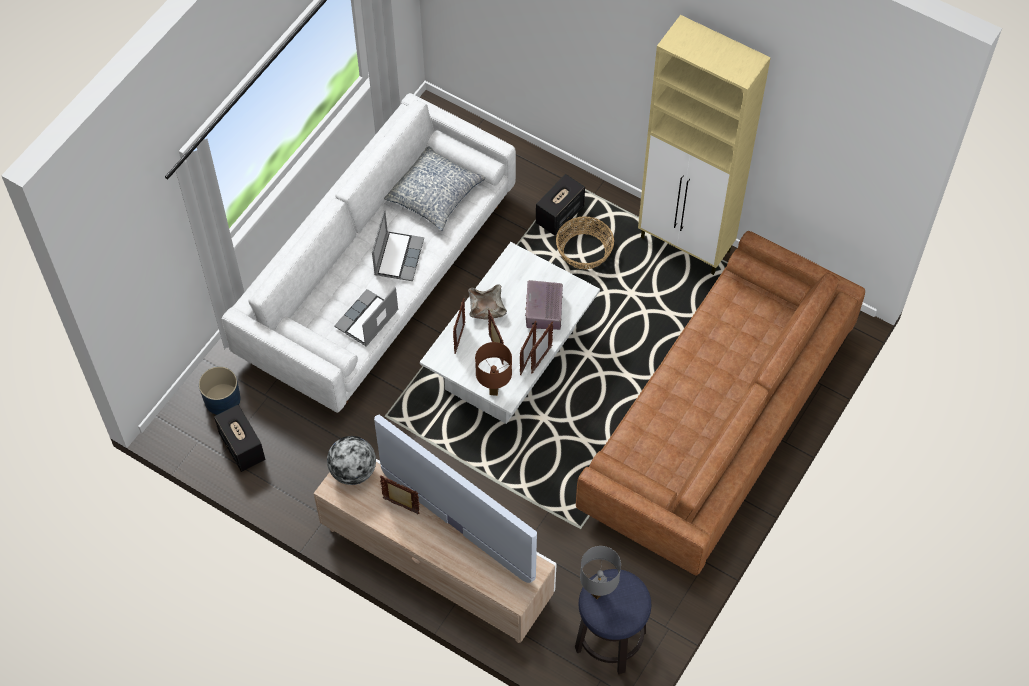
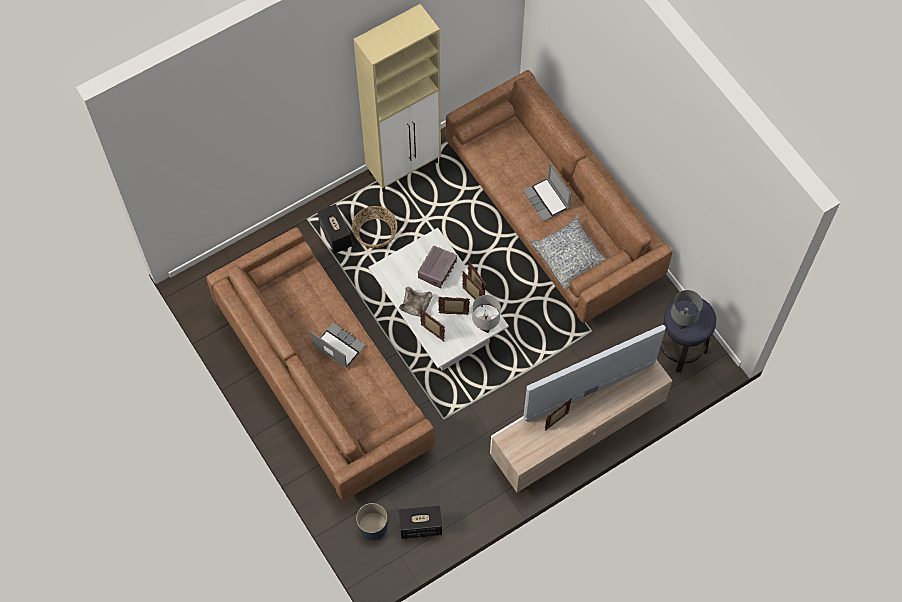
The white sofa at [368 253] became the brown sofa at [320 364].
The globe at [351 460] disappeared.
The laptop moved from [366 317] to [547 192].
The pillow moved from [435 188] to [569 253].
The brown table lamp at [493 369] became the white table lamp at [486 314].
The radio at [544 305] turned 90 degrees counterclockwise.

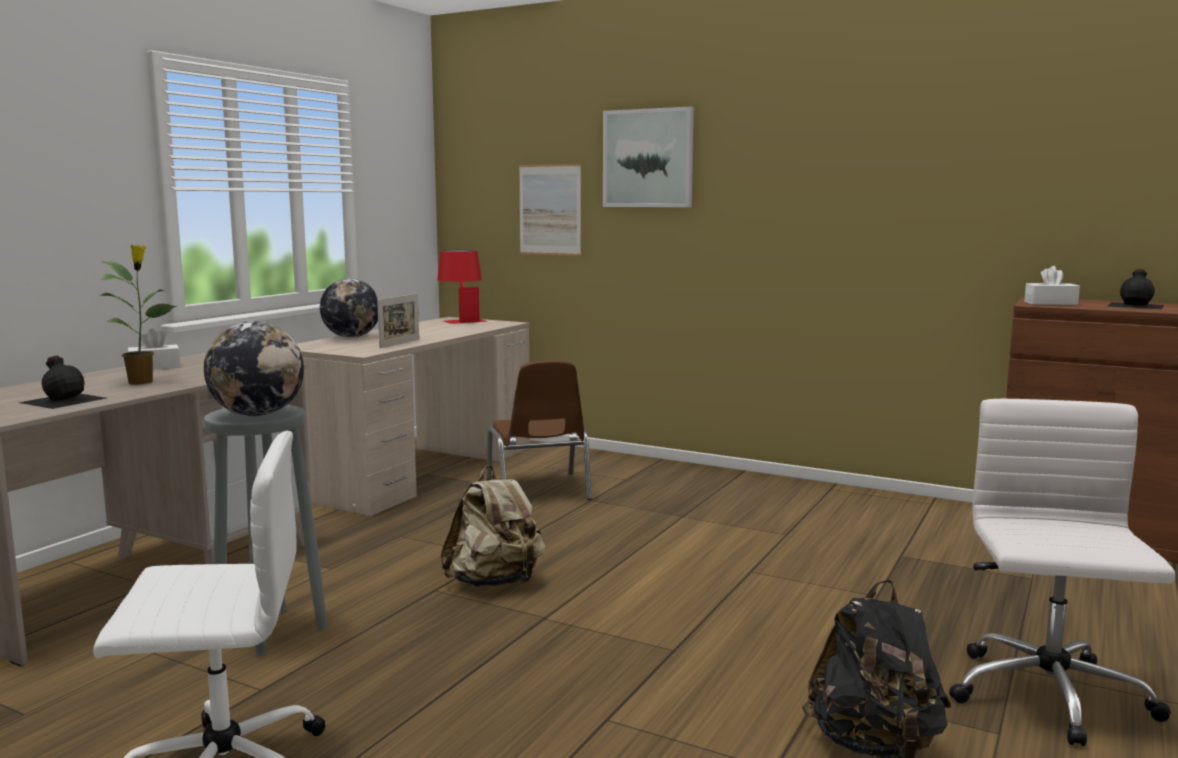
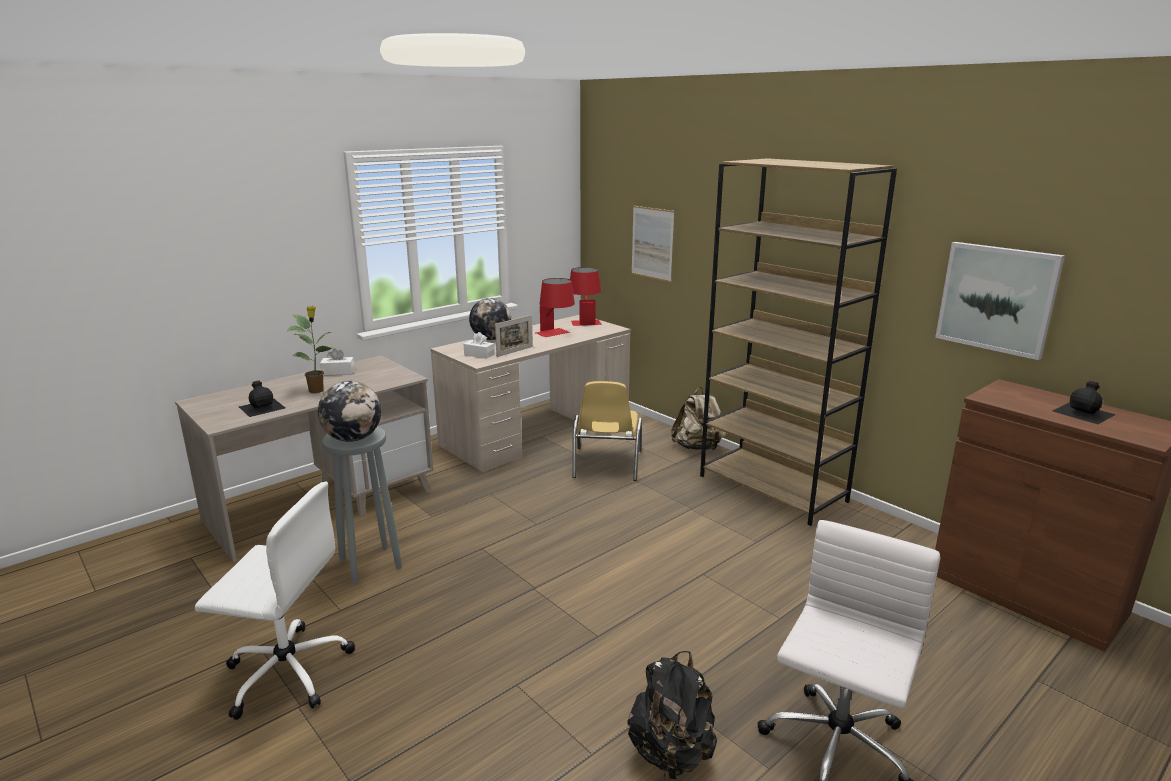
The beige backpack moved from [493 526] to [698 418].
The brown chair at [539 430] became the yellow chair at [607 431].
The picture moved from [648 157] to [1000 301].
The white tissue box moved from [1052 285] to [479 345].
The red table lamp at [555 307] appeared.
The brown bookcase at [798 342] appeared.

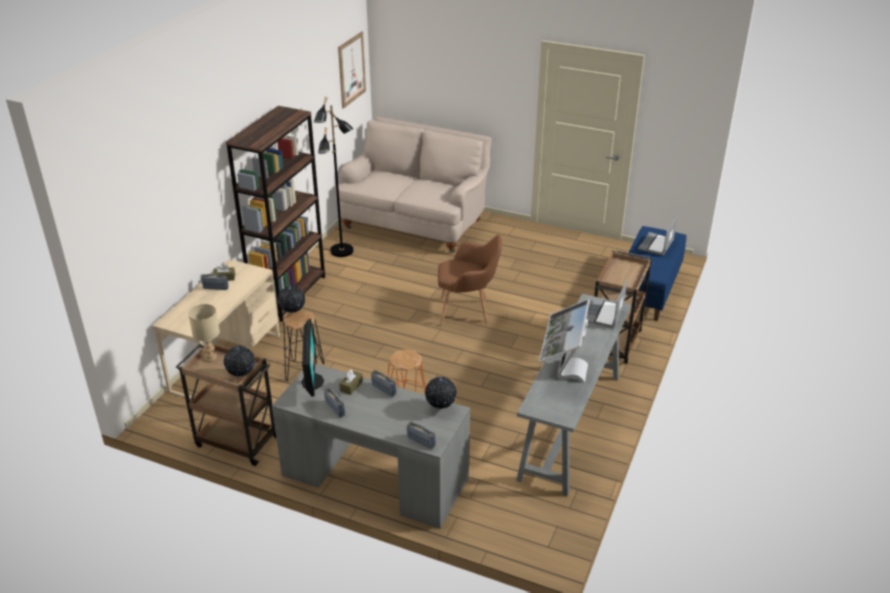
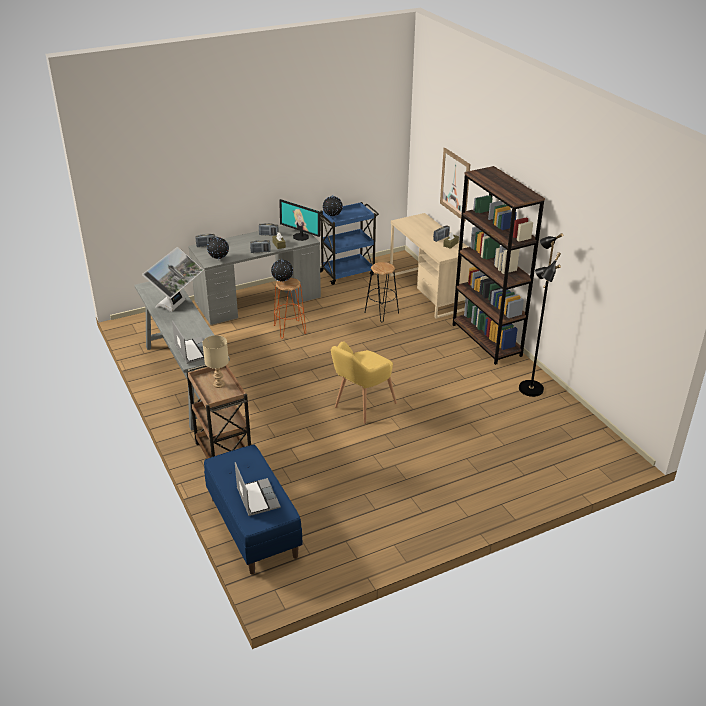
The brown cart at [226 405] became the blue cart at [349 243].
The beige table lamp moved from [204 333] to [215 361].
The globe moved from [291 299] to [282 269].
The beige sofa at [413 185] disappeared.
The picture moved from [352 70] to [455 185].
The brown armchair at [470 280] became the yellow armchair at [364 382].
The monitor at [564 341] turned 60 degrees clockwise.

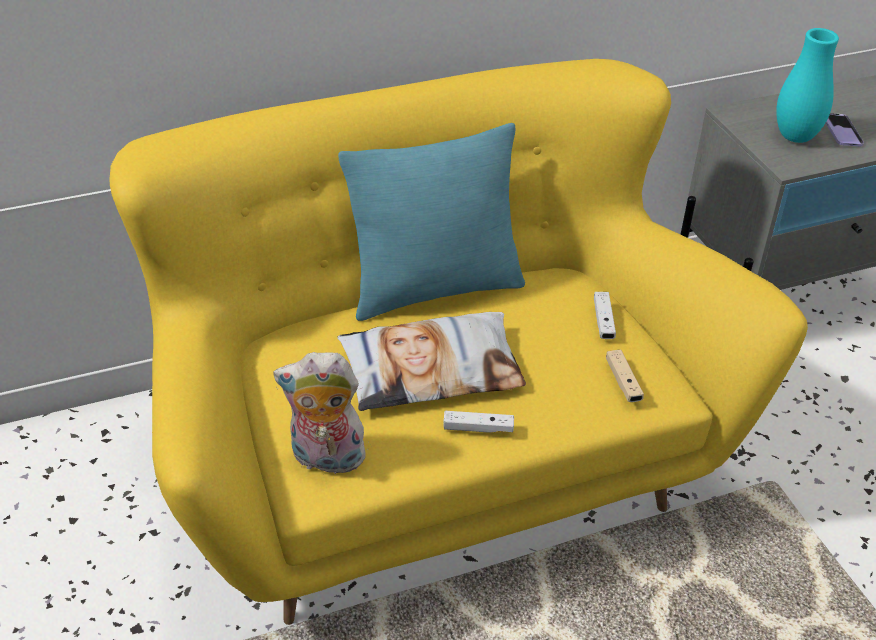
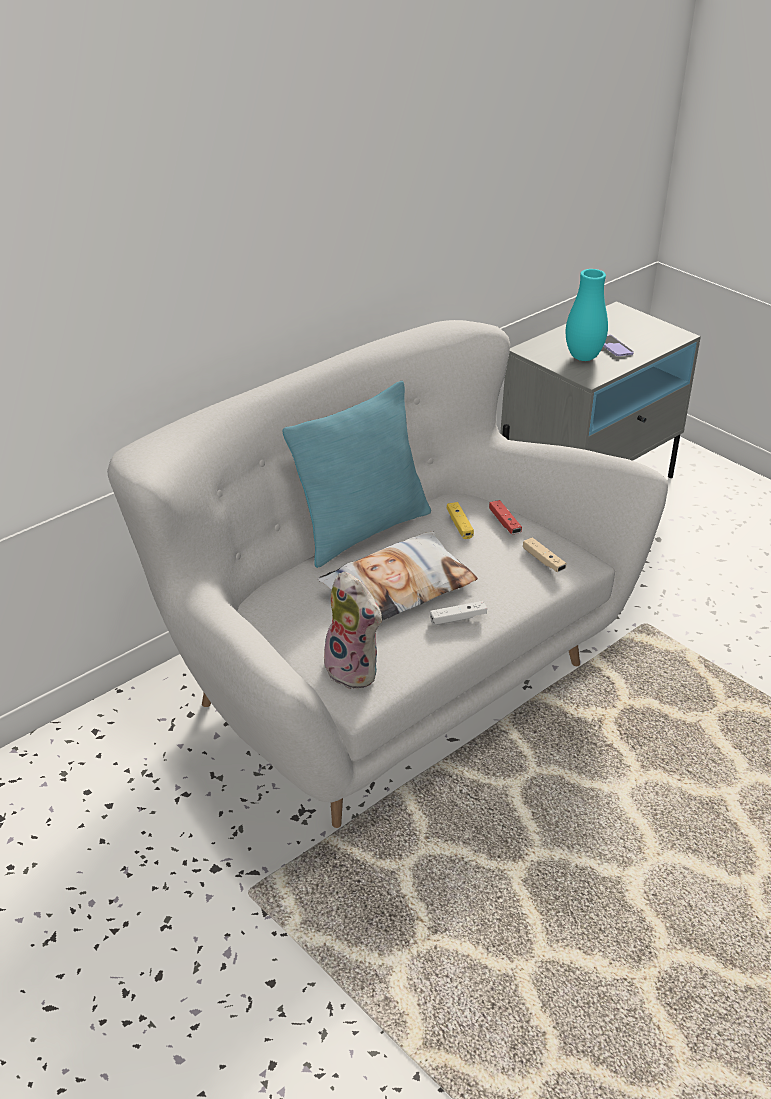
The yellow sofa at [458 342] became the white sofa at [387 574].
The plush toy at [320 415] turned 120 degrees counterclockwise.
The white game controller at [605 315] became the red game controller at [505 517].
The yellow game controller at [460 520] appeared.

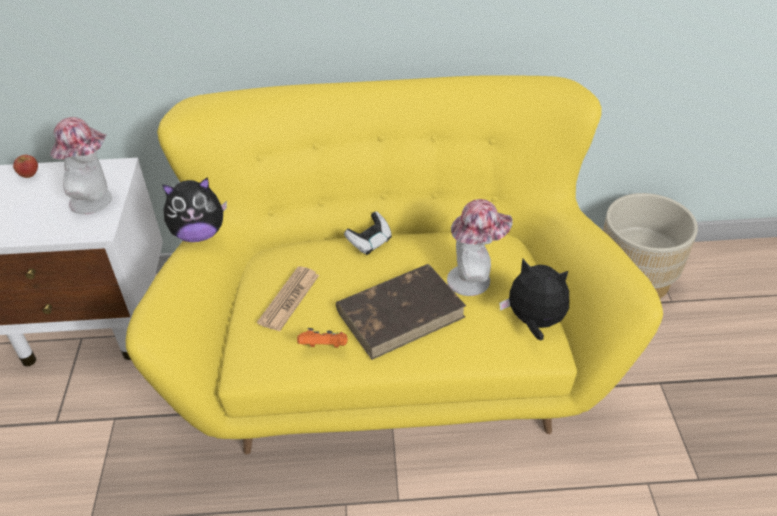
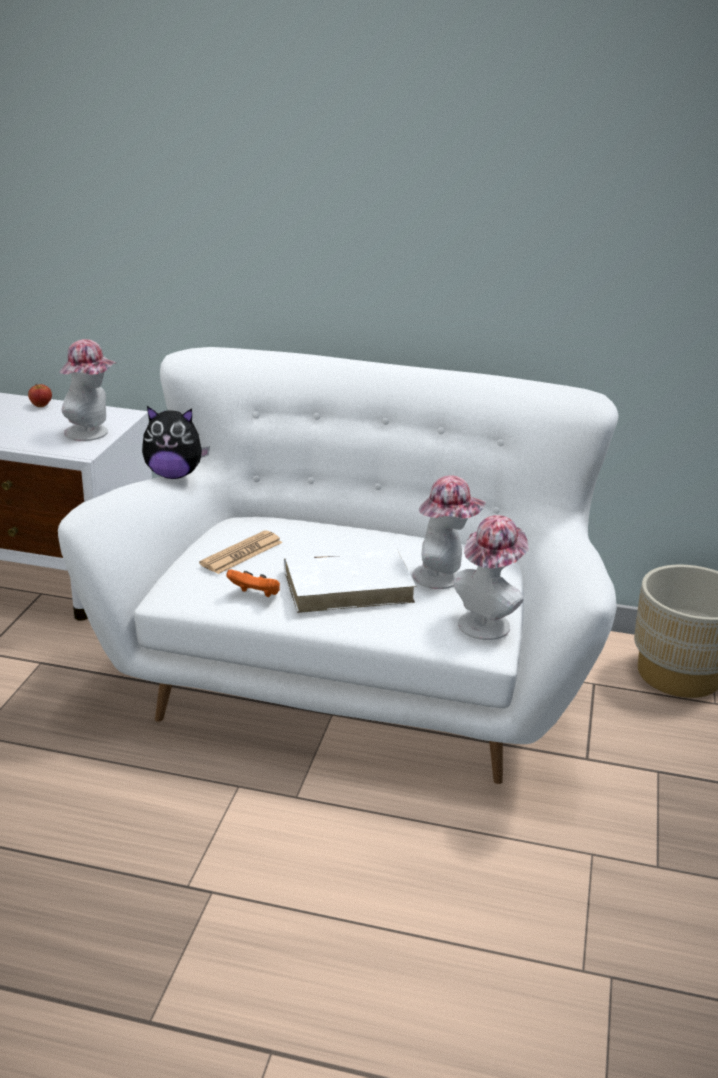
The yellow sofa at [394 264] became the white sofa at [338 565].
The brown book at [401 312] became the white book at [350 581].
The game controller at [368 233] disappeared.
The plush toy at [534 299] was replaced by the hat at [491 577].

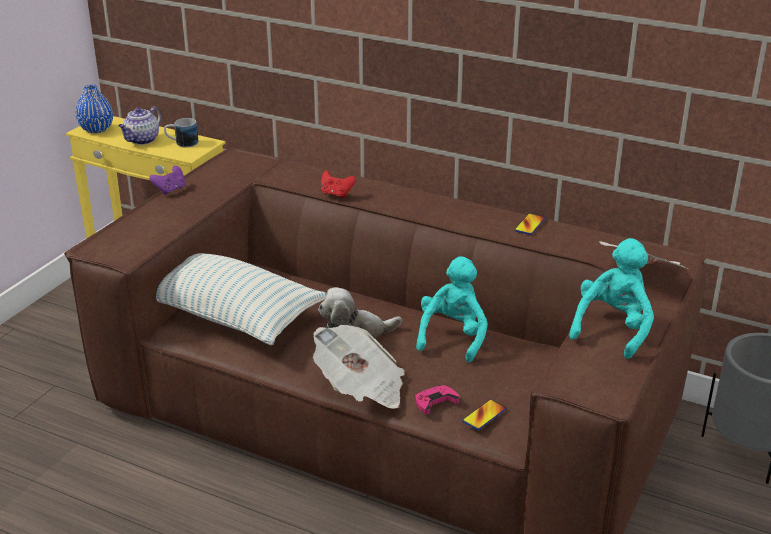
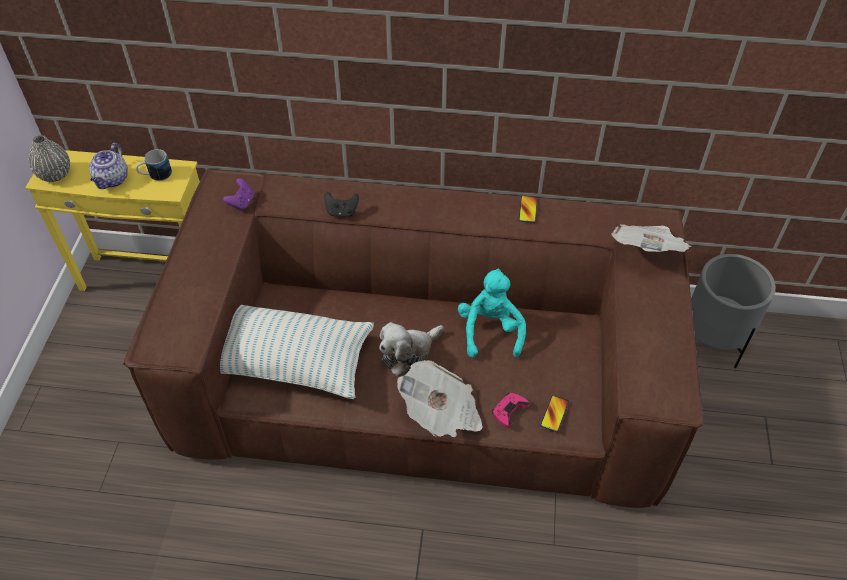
The blue vase at [94 109] became the grey vase at [49 158].
The purple game controller moved from [167 180] to [238 194].
The red game controller at [338 184] became the black game controller at [341 204].
The turquoise plush toy at [611 298] disappeared.

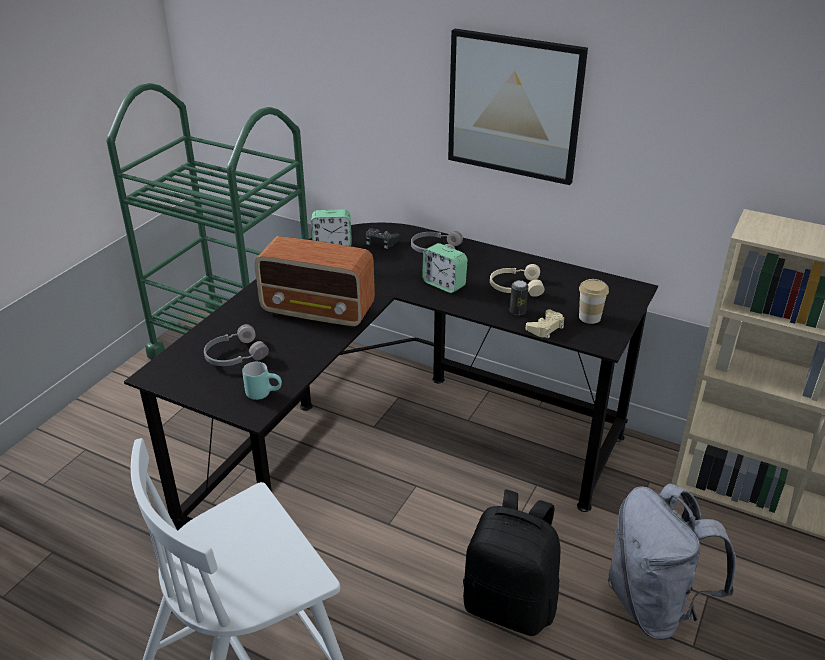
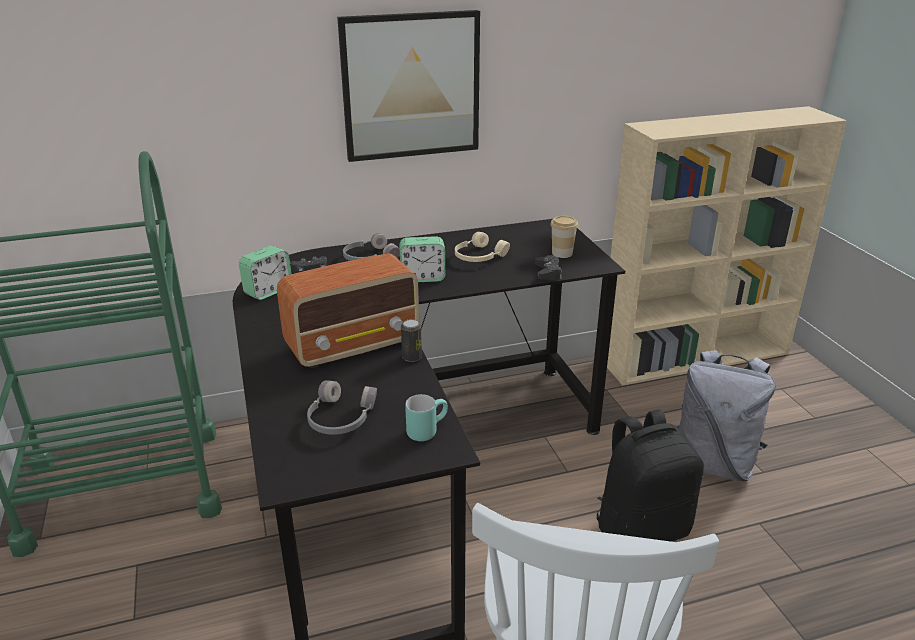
The can moved from [519 297] to [411 340].
The beige game controller at [545 324] became the black game controller at [548 267].

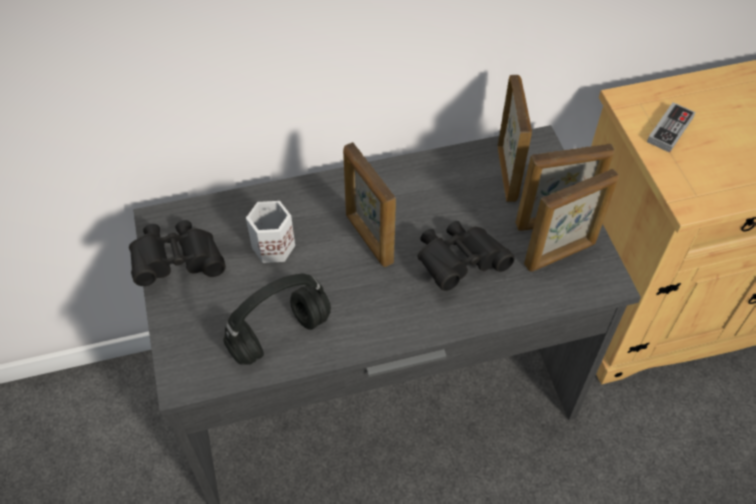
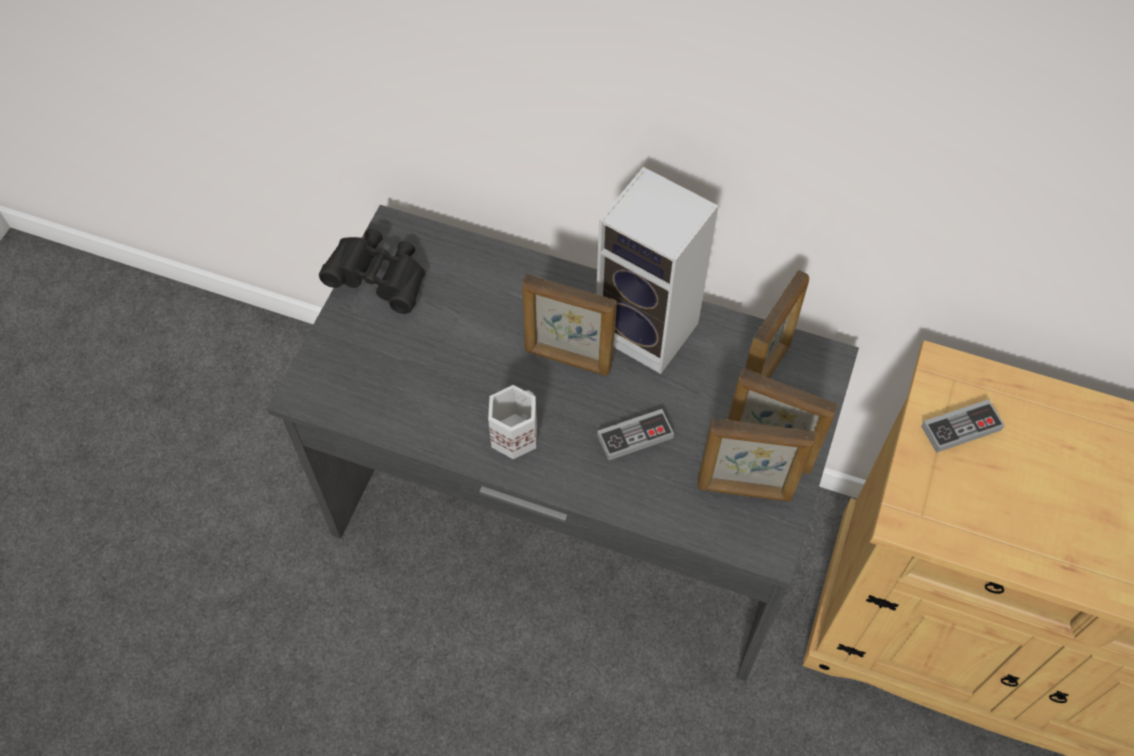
The black headphones at [277 319] disappeared.
The white mug moved from [270 232] to [512 422].
The picture frame at [369 204] turned 75 degrees counterclockwise.
The black binoculars at [466 256] was replaced by the game controller at [635 435].
The speaker at [657 270] appeared.

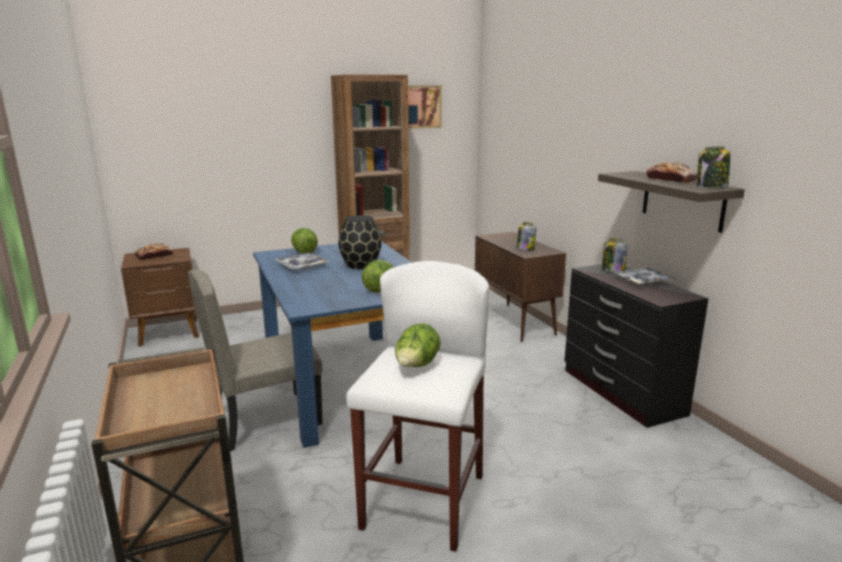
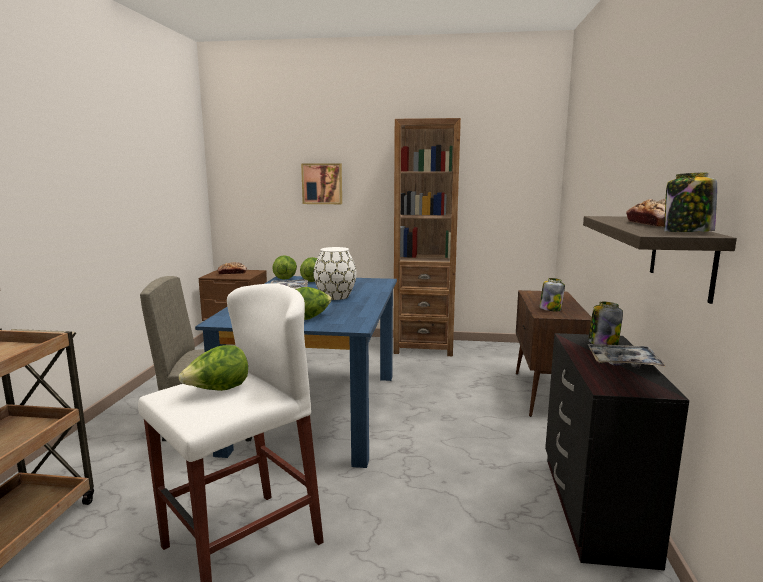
The black vase at [359 242] became the white vase at [335 273].
The picture moved from [425 107] to [321 183].
The lettuce at [284 267] appeared.

